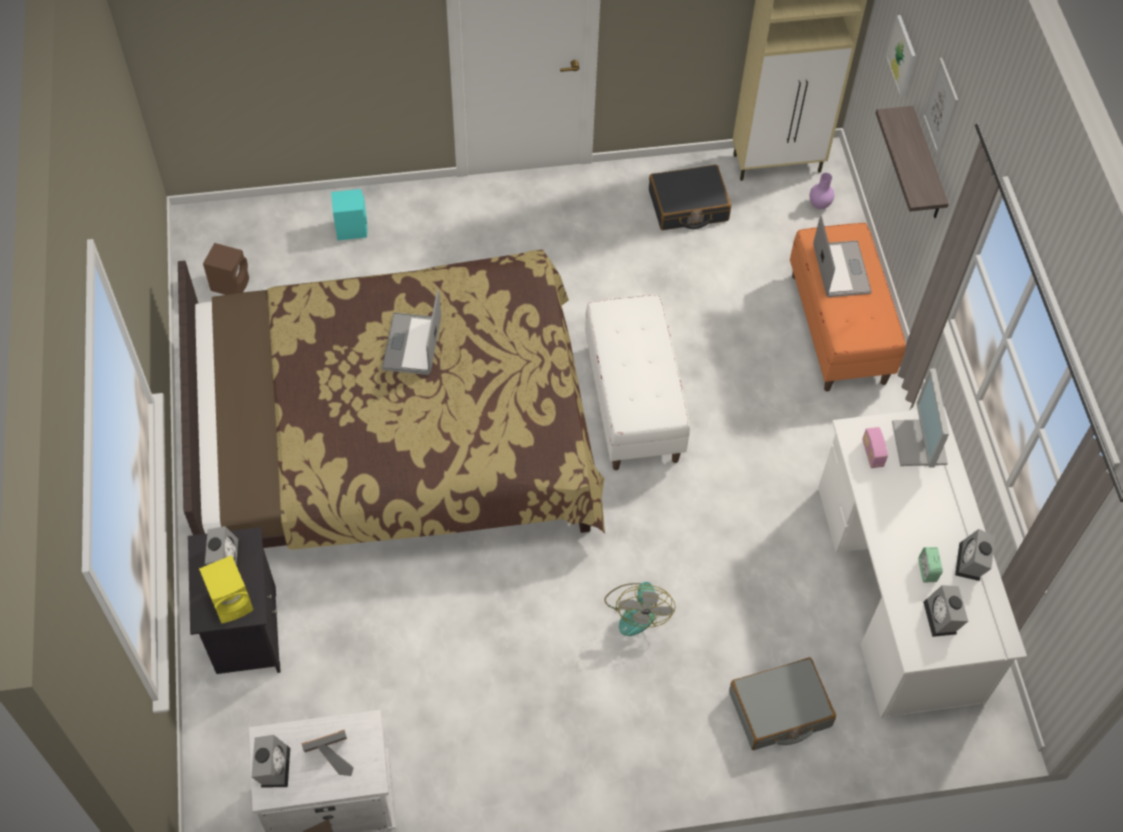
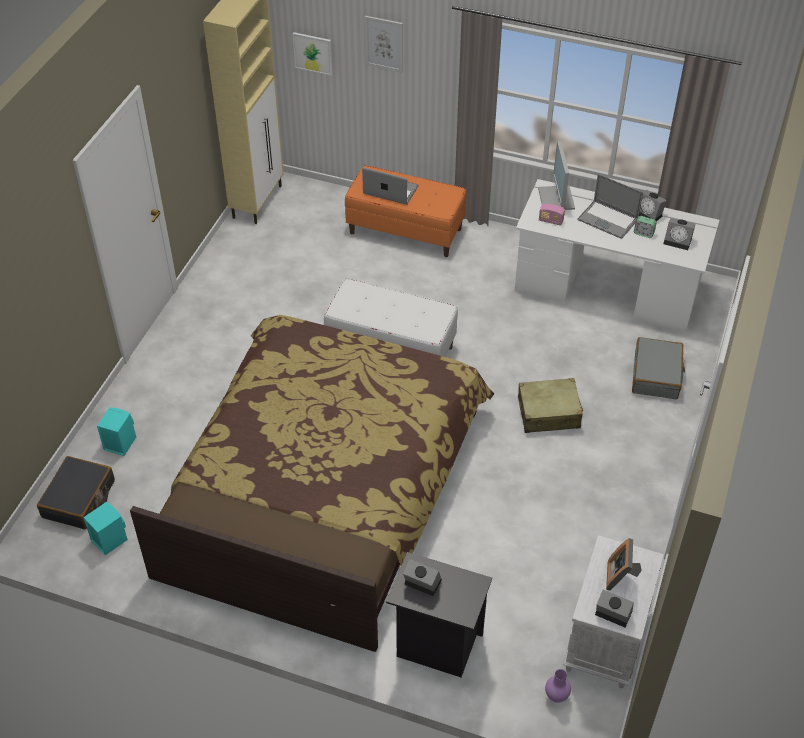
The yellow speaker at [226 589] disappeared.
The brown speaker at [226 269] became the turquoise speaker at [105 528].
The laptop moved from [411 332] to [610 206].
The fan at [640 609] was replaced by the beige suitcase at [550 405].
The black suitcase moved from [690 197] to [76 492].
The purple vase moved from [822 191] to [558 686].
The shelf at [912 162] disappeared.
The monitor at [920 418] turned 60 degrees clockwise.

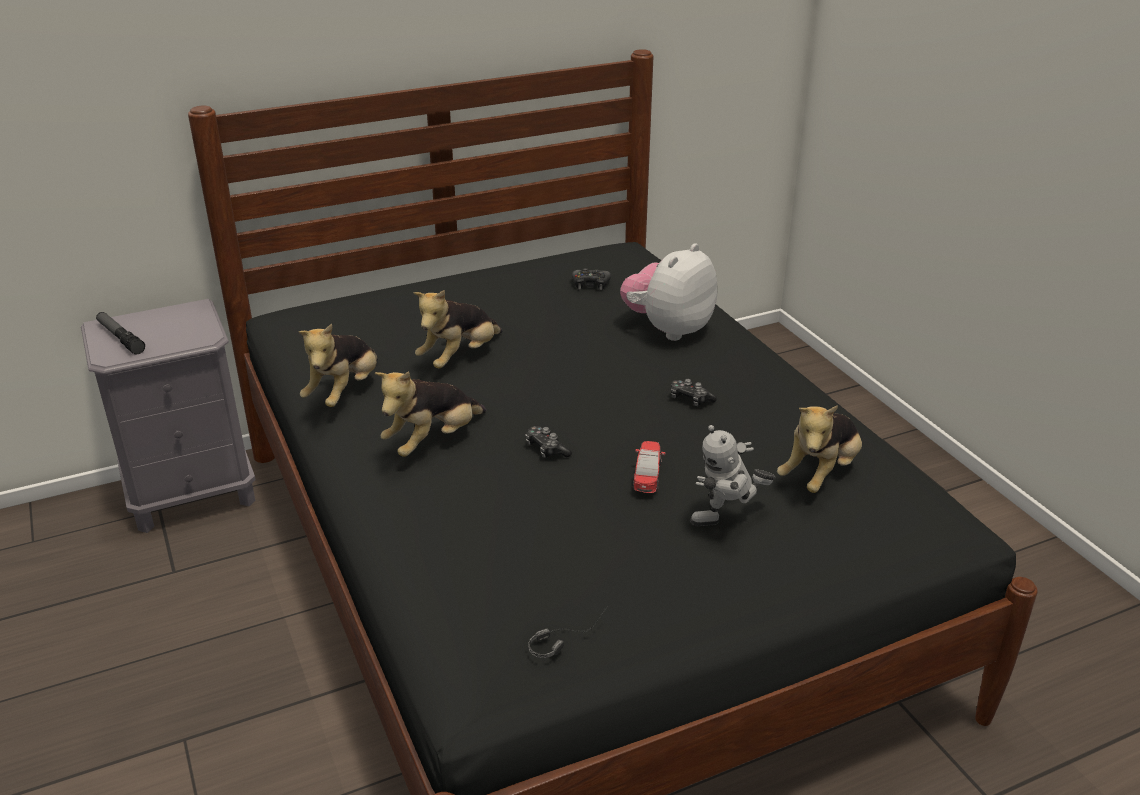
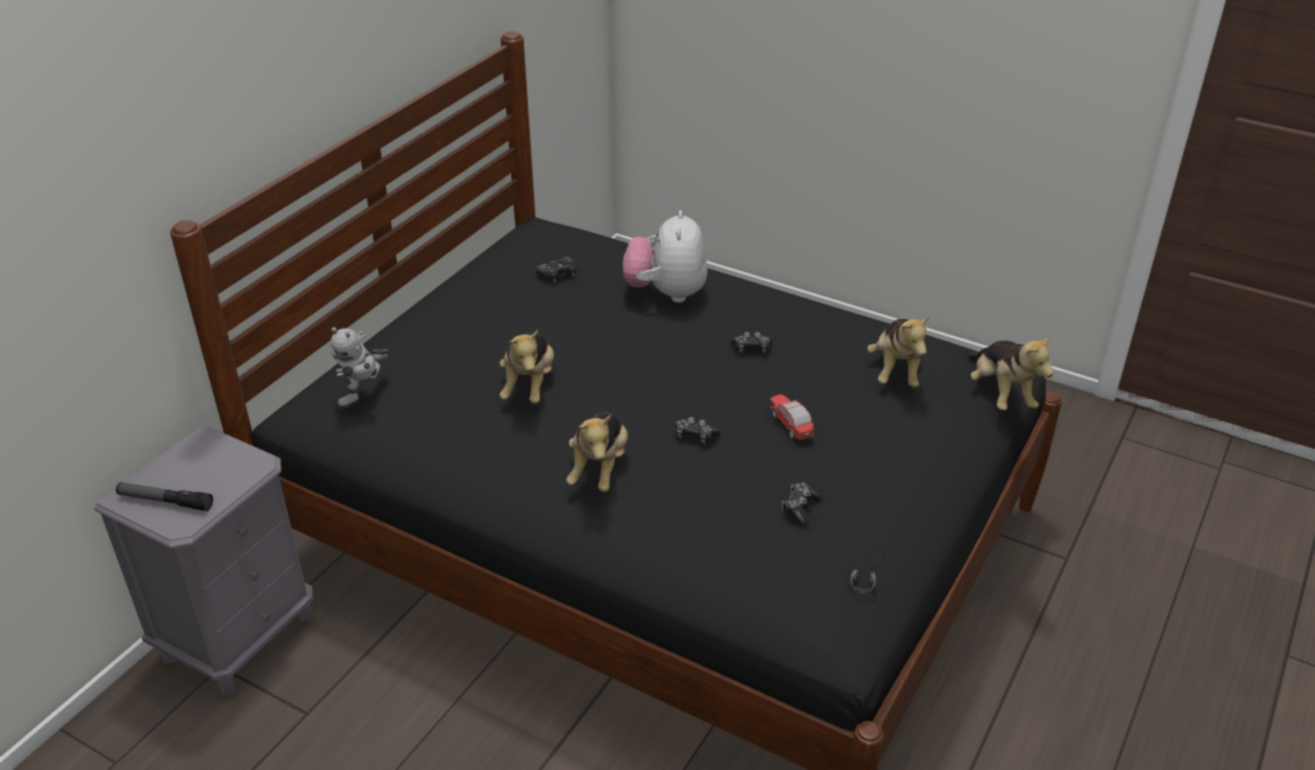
The plush toy moved from [338 365] to [1010 371].
The toy robot moved from [732 475] to [360 368].
The game controller at [801 504] appeared.

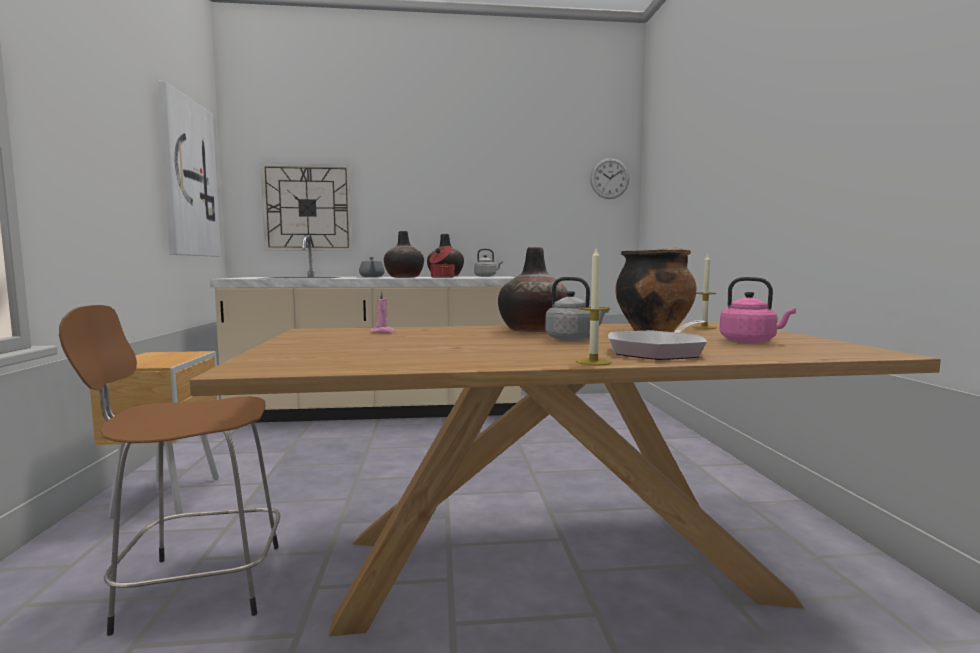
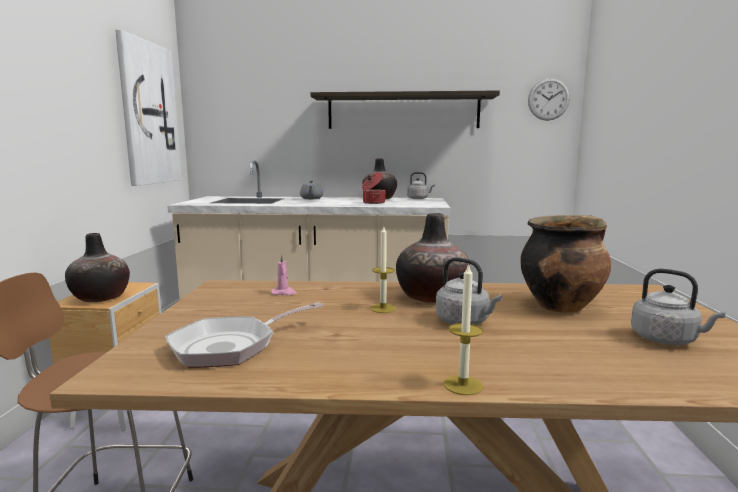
The wall clock at [306 207] disappeared.
The vase moved from [404 254] to [97 267].
The frying pan moved from [657 340] to [244 334].
The candle moved from [704 291] to [383 269].
The pink kettle at [757 310] became the grey kettle at [678 307].
The shelf at [405 110] appeared.

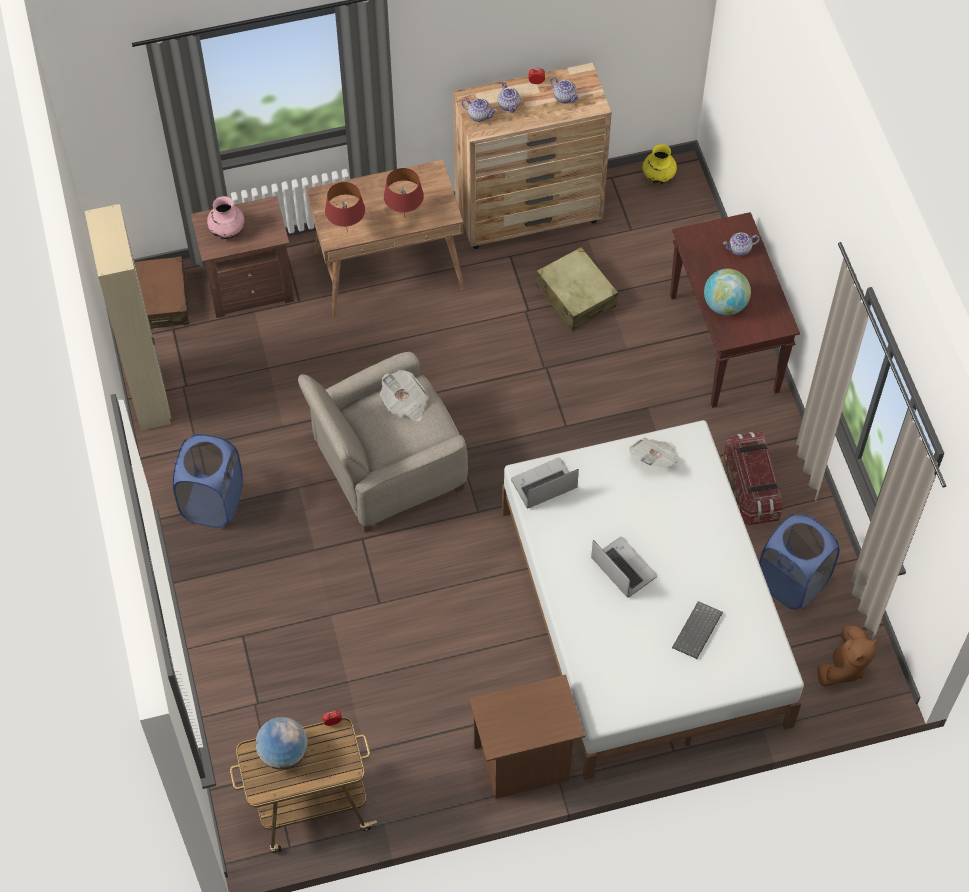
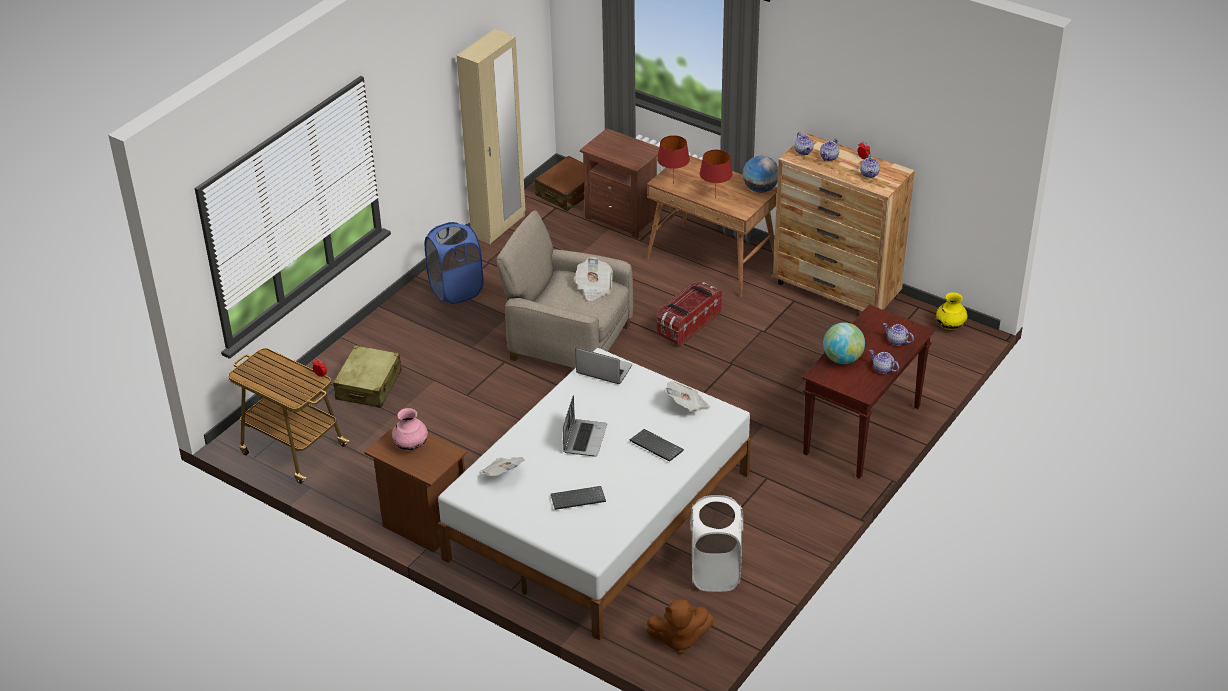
The pink vase moved from [226 217] to [410 429].
The globe moved from [282 743] to [760 174].
The beige suitcase moved from [577 289] to [367 376].
The storage box moved from [753 478] to [689 314].
The blue laundry basket at [799 562] became the white laundry basket at [717 543].
The newspaper at [503 466] appeared.
The keyboard at [657 445] appeared.
The teapot at [884 362] appeared.

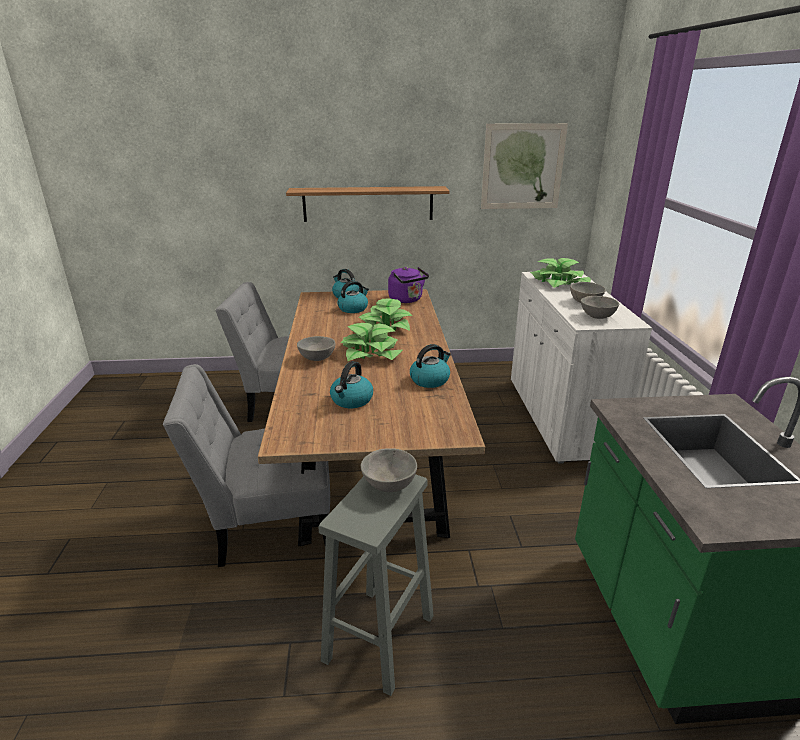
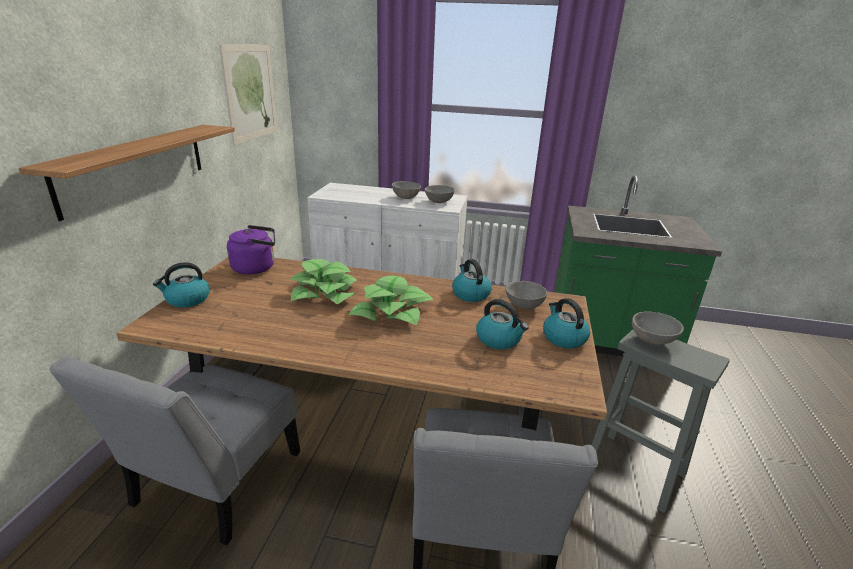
The grey bowl moved from [316 348] to [526 295].
The kettle moved from [353 297] to [566 323].
The potted plant at [560 273] disappeared.

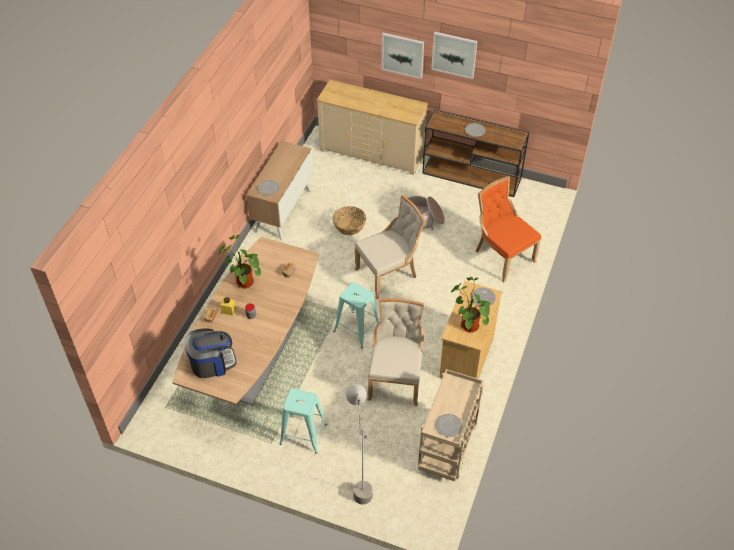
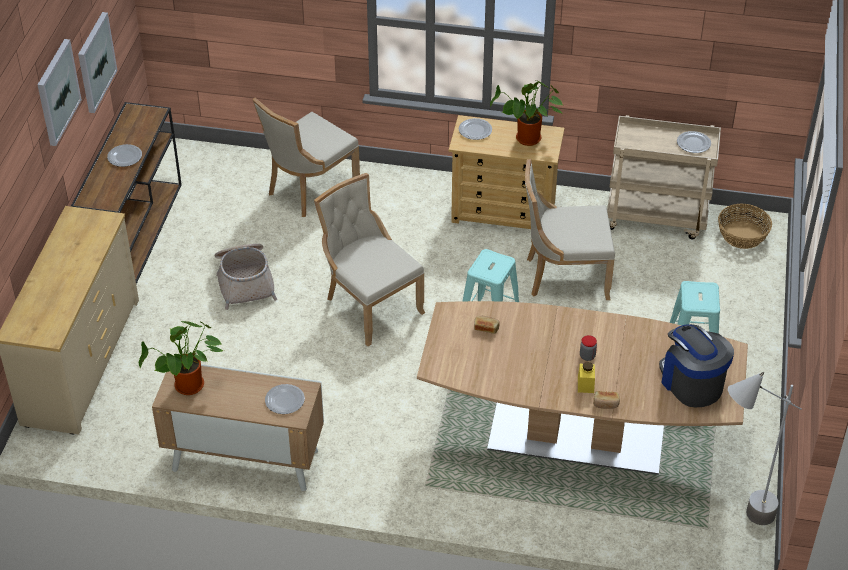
The potted plant moved from [239 261] to [181 358].
The basket moved from [349 220] to [745 226].
The grey floor lamp moved from [359 444] to [765 448].
The picture moved from [402 56] to [97 62].
The orange chair at [508 229] became the beige chair at [306 157].

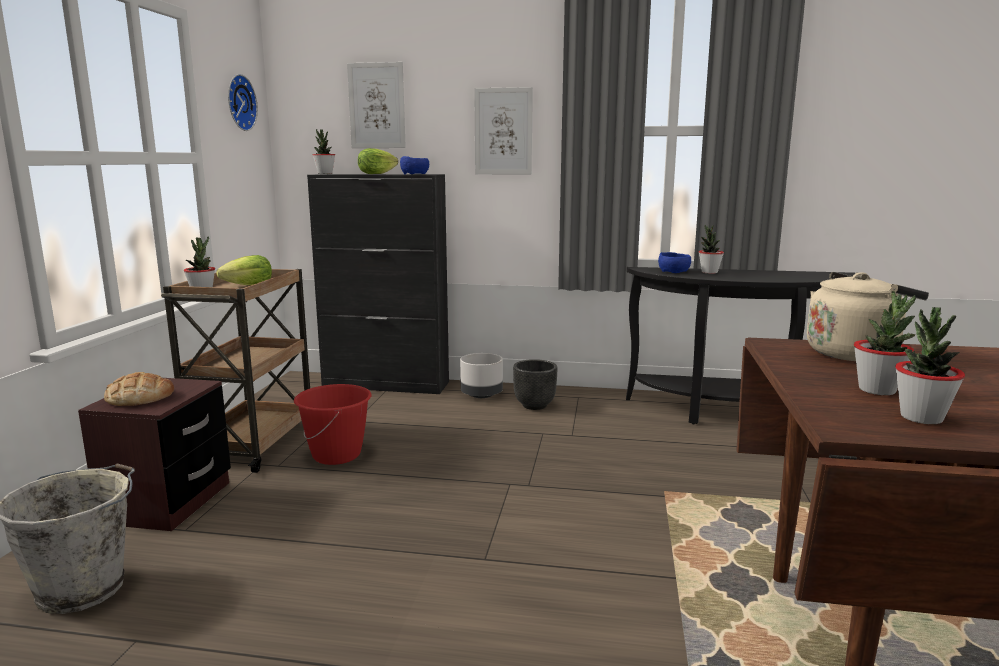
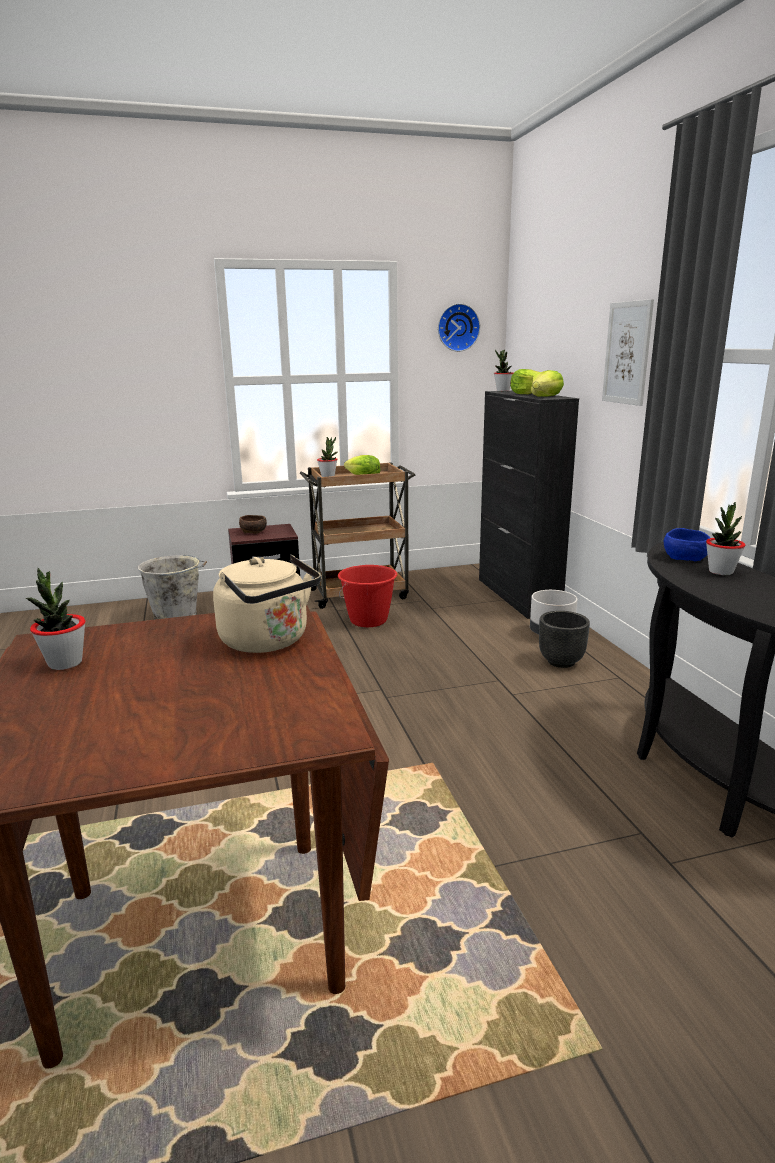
The bread at [139 389] was replaced by the brown bowl at [253 524].
The picture at [376 105] disappeared.
The blue bowl at [414 165] was replaced by the lettuce at [547 383].
The potted plant at [885 343] disappeared.

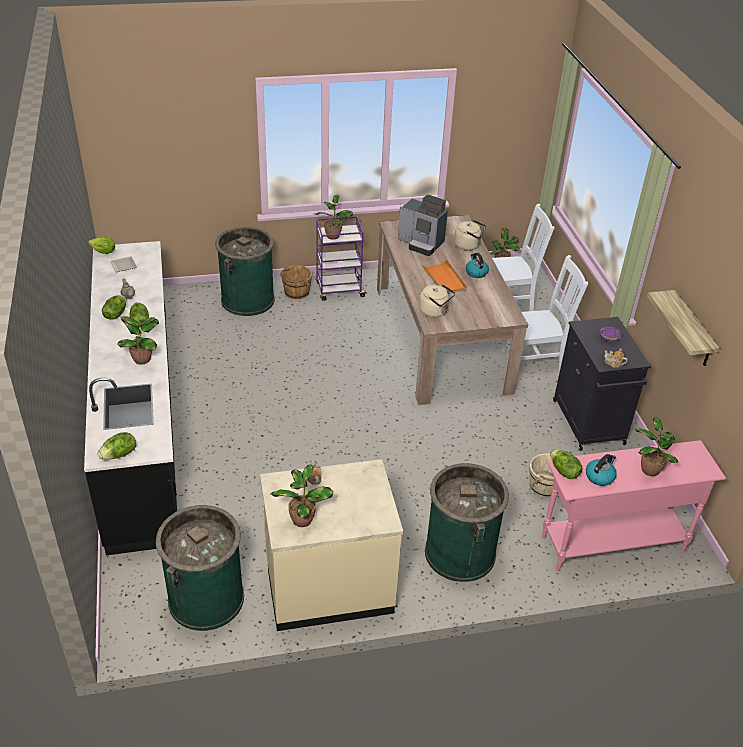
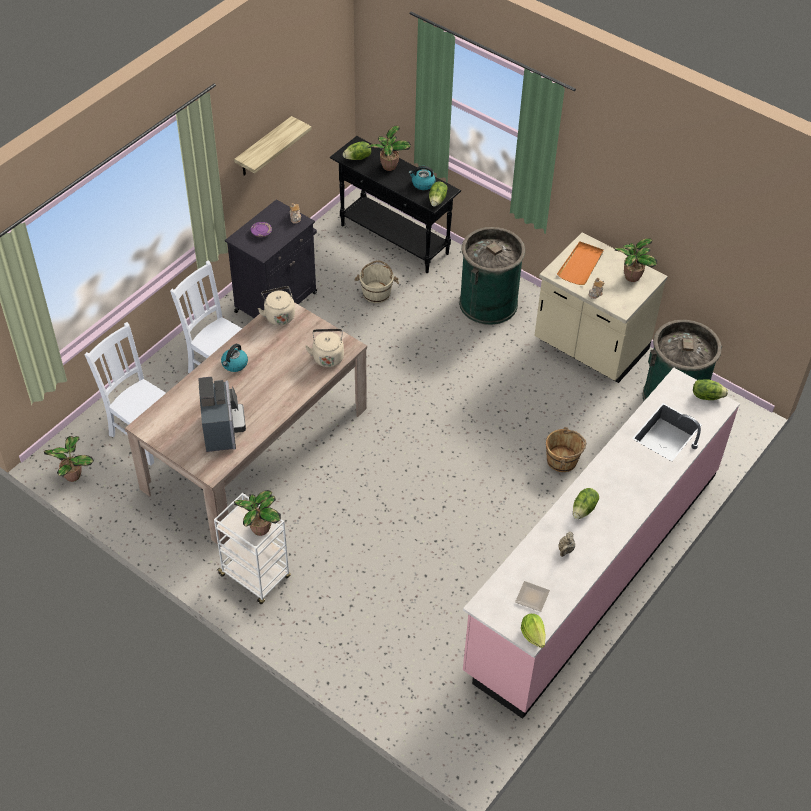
The black counter at [130 398] became the pink counter at [601 543].
The lettuce moved from [114 307] to [357 150].
The potted plant at [138 340] disappeared.
The green trash can at [245 271] disappeared.
The brown bucket moved from [296 282] to [566 449].
The purple cart at [341 258] became the white cart at [252 548].
The orange tray moved from [444 276] to [580 263].
The beige kettle moved from [470 235] to [276 305].
The pink console table at [634 505] became the black console table at [395 204].

